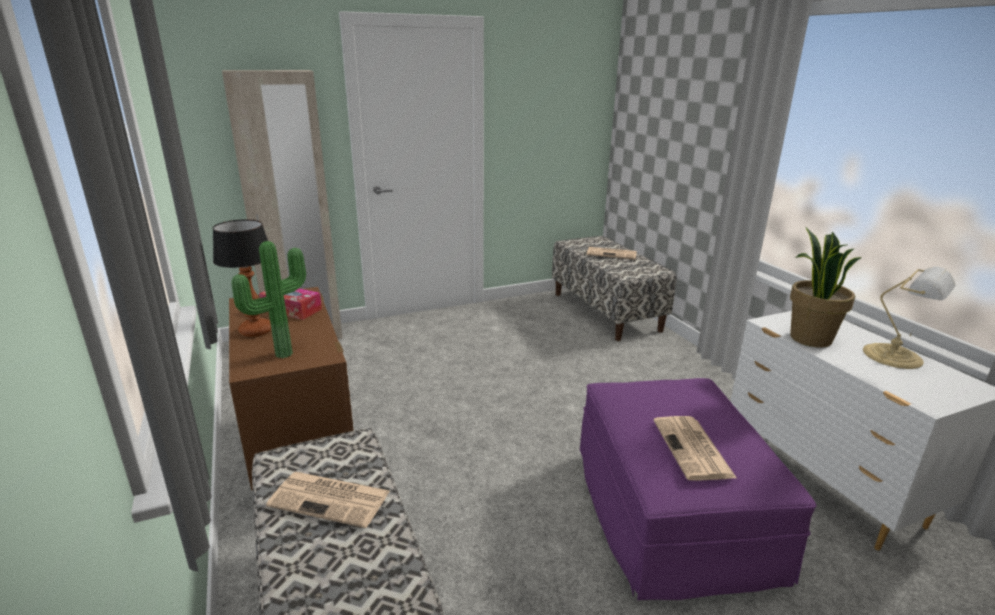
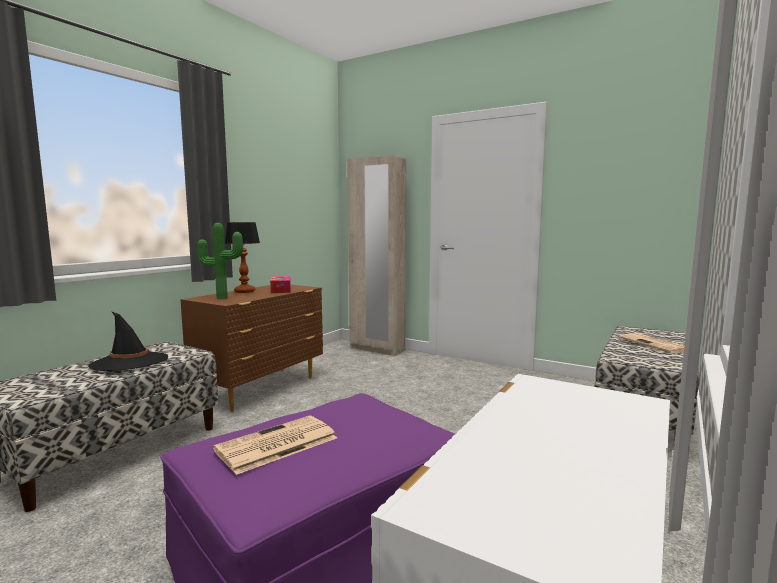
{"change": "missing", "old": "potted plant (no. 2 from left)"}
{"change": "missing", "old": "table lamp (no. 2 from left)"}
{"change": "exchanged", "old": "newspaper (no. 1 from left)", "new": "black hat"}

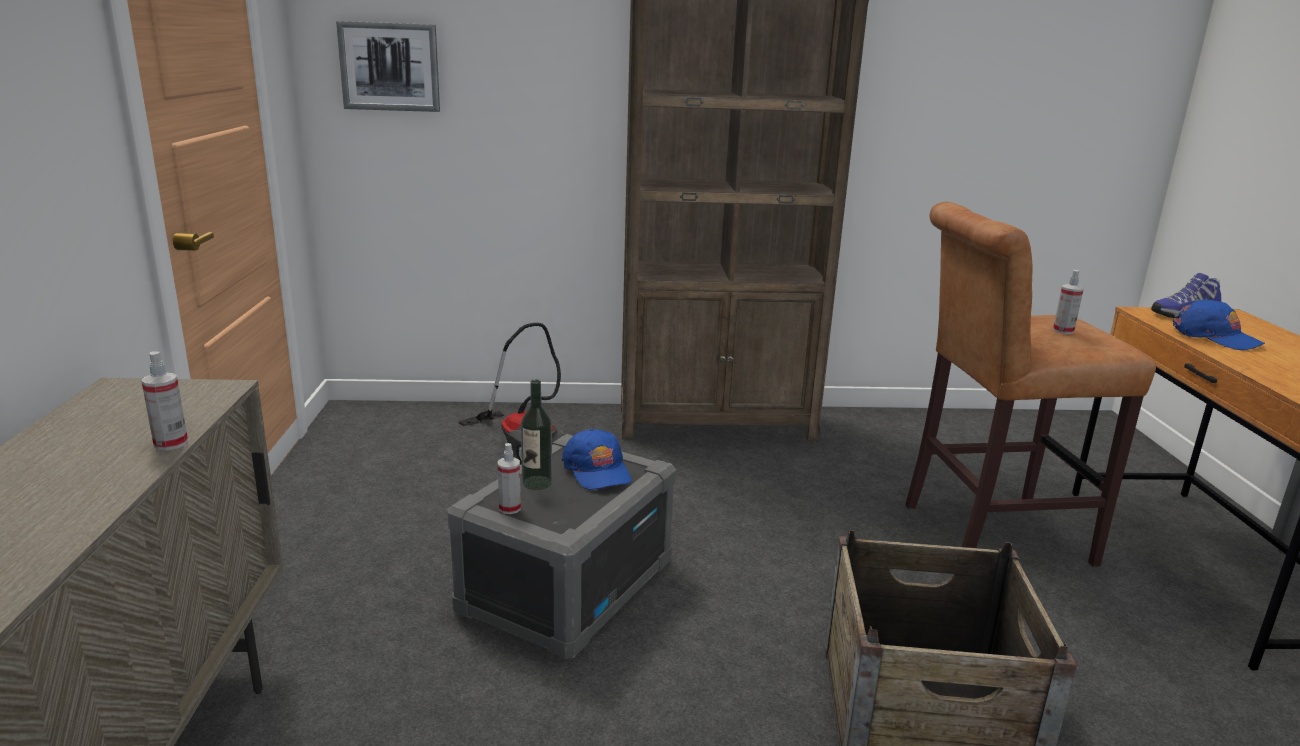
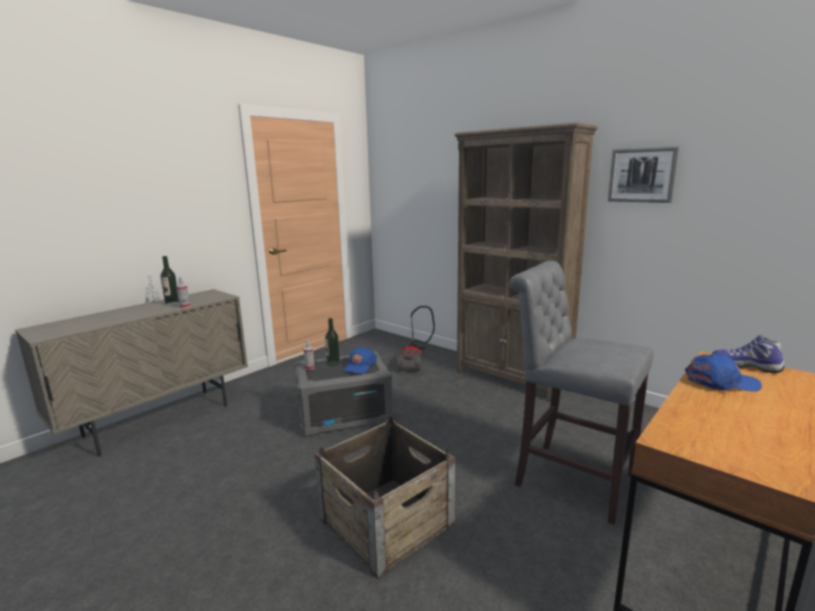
{"change": "relocated", "old": "picture"}
{"change": "colour", "old": "brown stool", "new": "grey stool"}
{"change": "missing", "old": "spray bottle (no. 3 from left)"}
{"change": "spun", "old": "blue cap (no. 2 from left)", "degrees": -90}
{"change": "appeared", "new": "bottle (no. 1 from left)"}

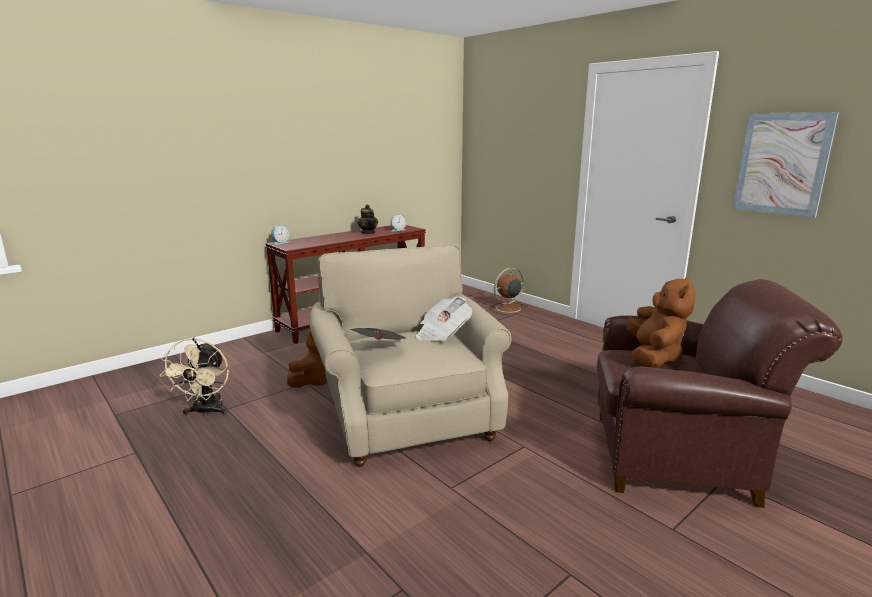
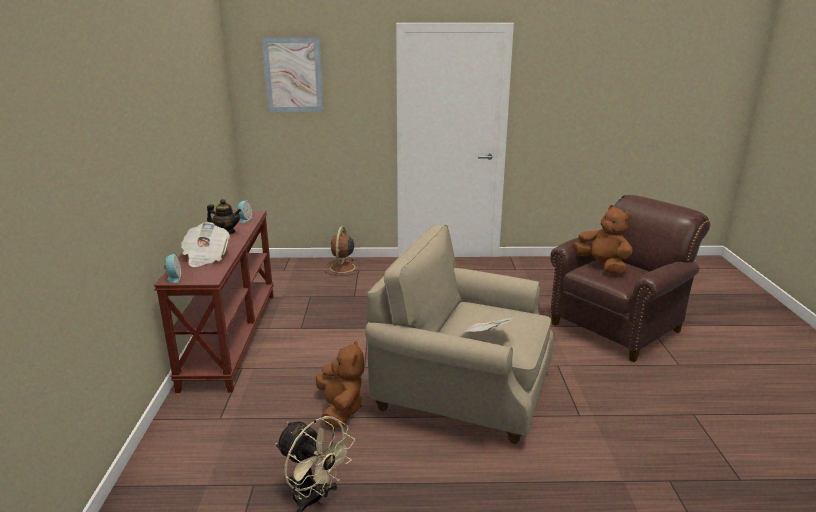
{"change": "relocated", "old": "picture"}
{"change": "relocated", "old": "newspaper (no. 2 from left in the first image)", "new": "newspaper (no. 1 from left)"}

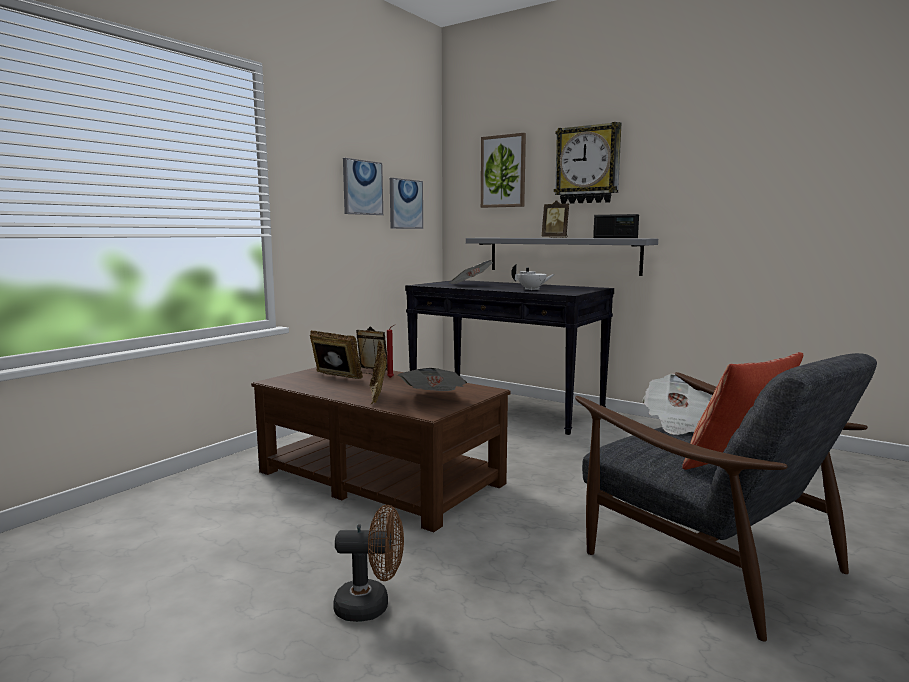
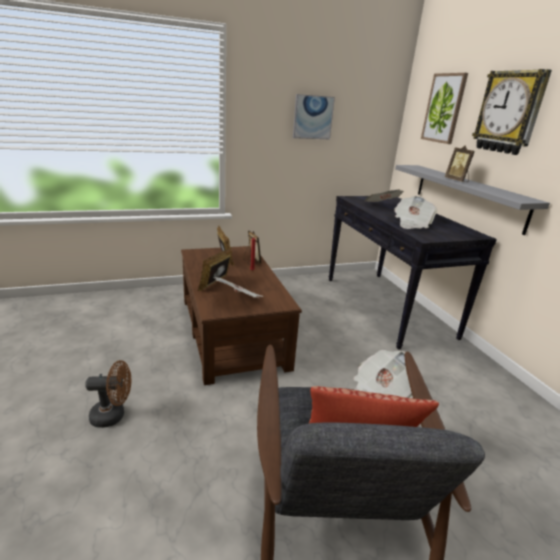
{"change": "missing", "old": "picture (no. 2 from left)"}
{"change": "missing", "old": "radio"}
{"change": "exchanged", "old": "white teapot", "new": "newspaper (no. 4 from left)"}
{"change": "spun", "old": "brown fan", "degrees": -45}

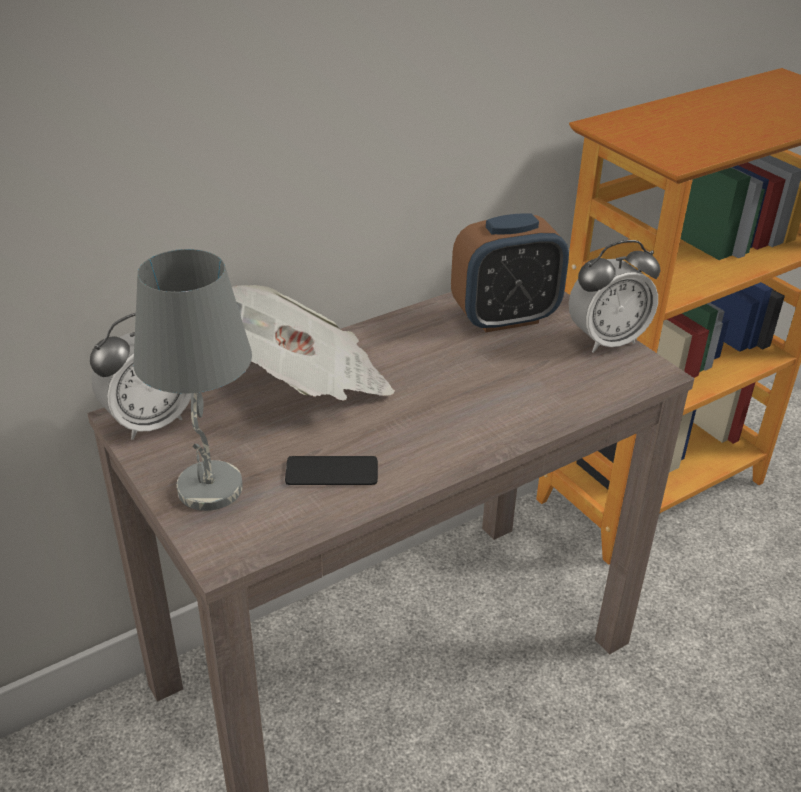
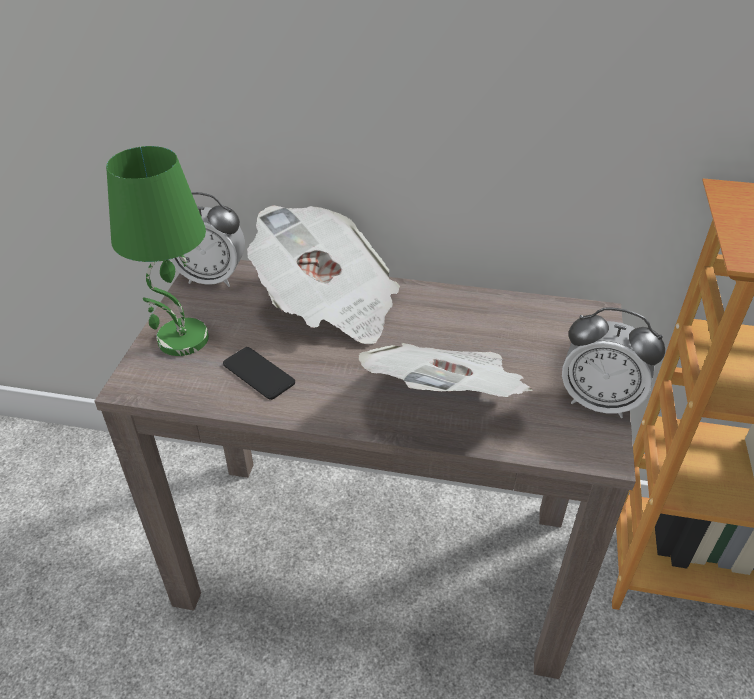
{"change": "missing", "old": "alarm clock (no. 2 from left)"}
{"change": "colour", "old": "grey table lamp", "new": "green table lamp"}
{"change": "appeared", "new": "newspaper (no. 2 from left)"}

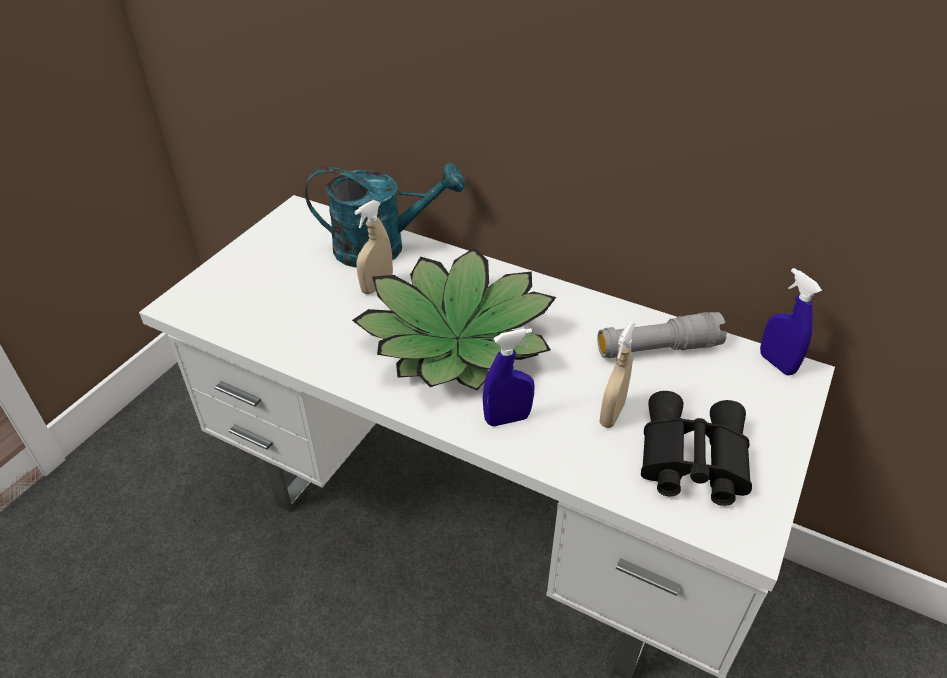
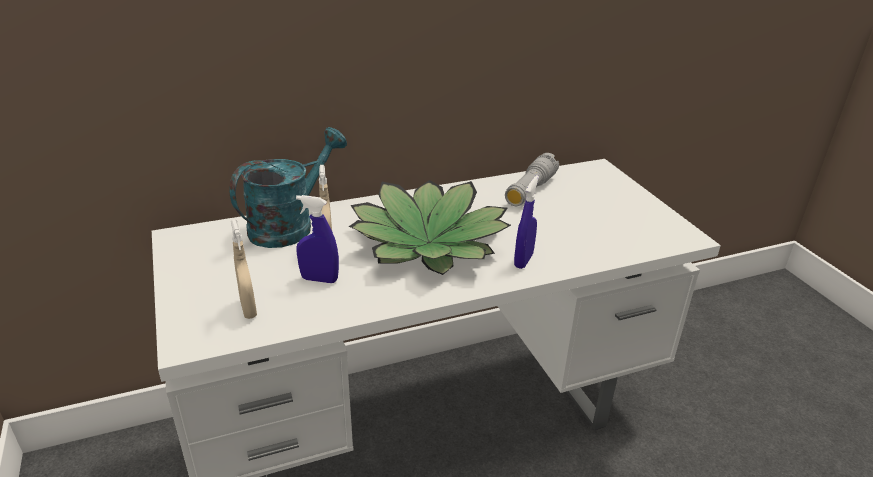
{"change": "relocated", "old": "blue spray bottle (no. 2 from left in the first image)", "new": "blue spray bottle (no. 1 from left)"}
{"change": "relocated", "old": "beige spray bottle (no. 2 from left in the first image)", "new": "beige spray bottle (no. 1 from left)"}
{"change": "missing", "old": "black binoculars"}

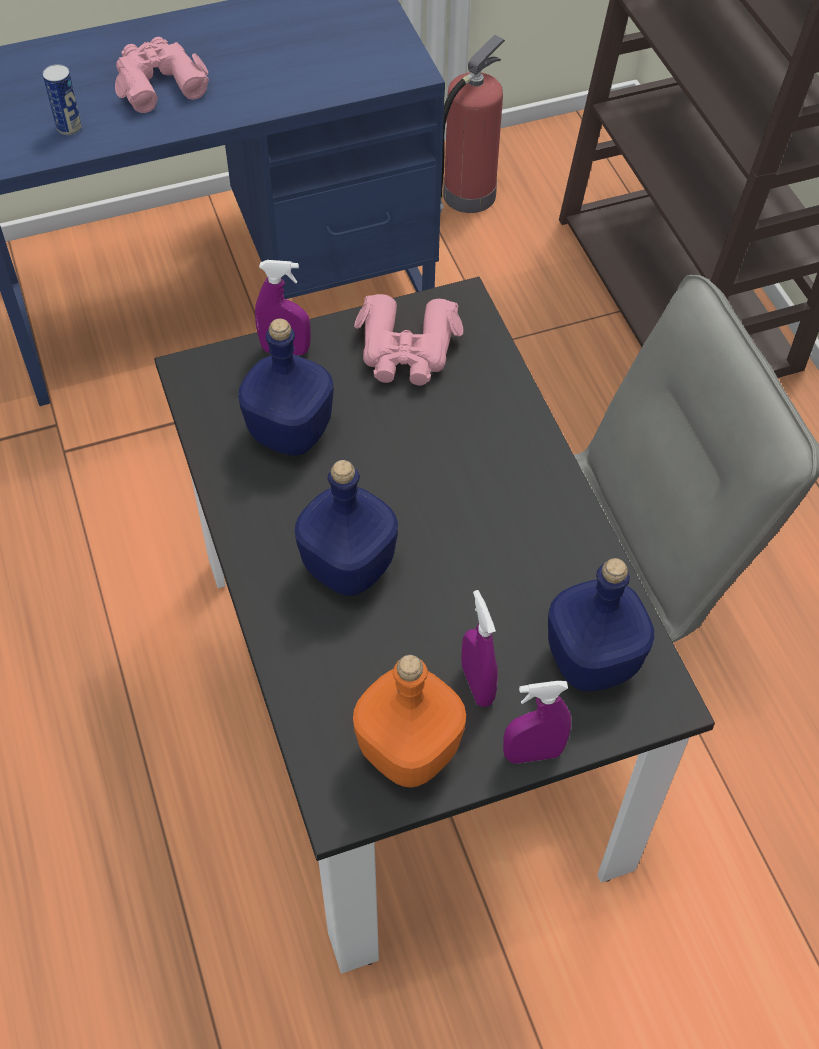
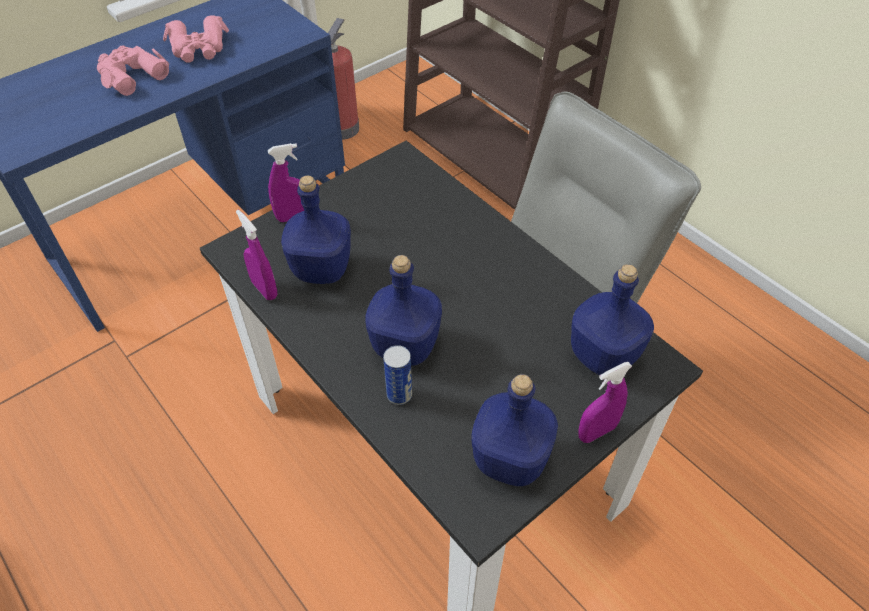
{"change": "relocated", "old": "can"}
{"change": "relocated", "old": "pink binoculars (no. 2 from left)"}
{"change": "relocated", "old": "purple spray bottle (no. 2 from left in the first image)", "new": "purple spray bottle (no. 1 from left)"}
{"change": "colour", "old": "orange bottle", "new": "blue bottle (no. 3 from left)"}

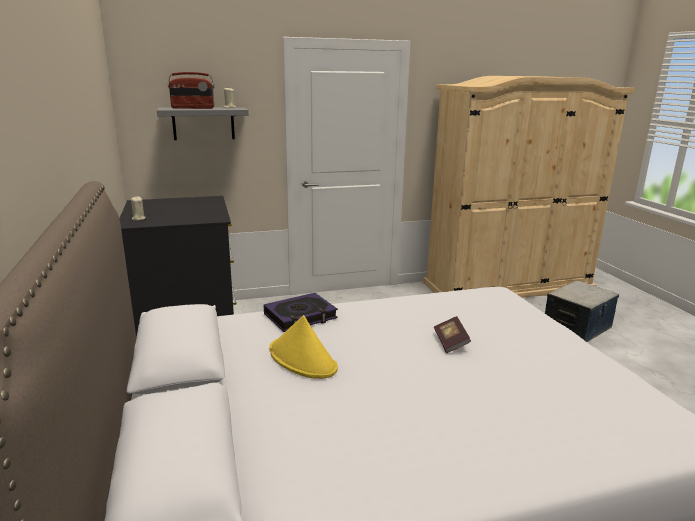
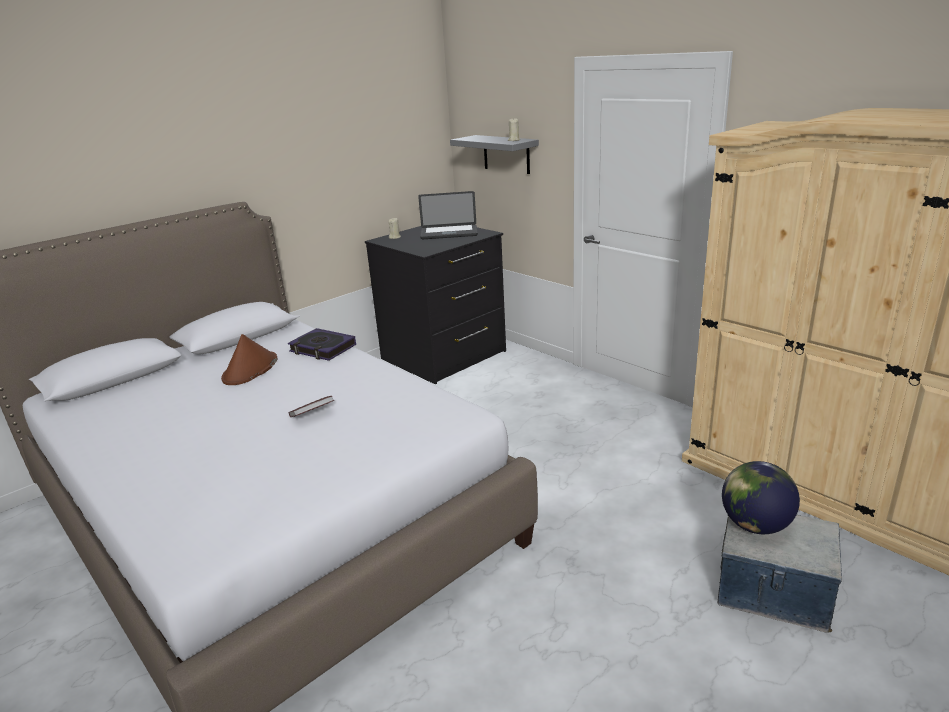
{"change": "missing", "old": "radio"}
{"change": "colour", "old": "yellow hat", "new": "brown hat"}
{"change": "appeared", "new": "laptop"}
{"change": "appeared", "new": "globe"}

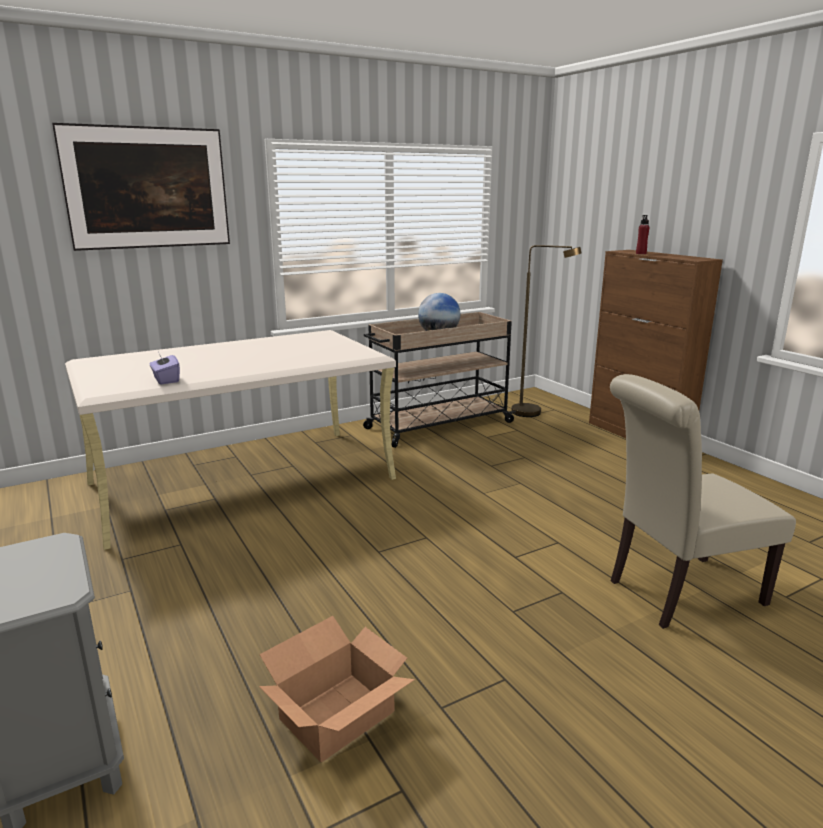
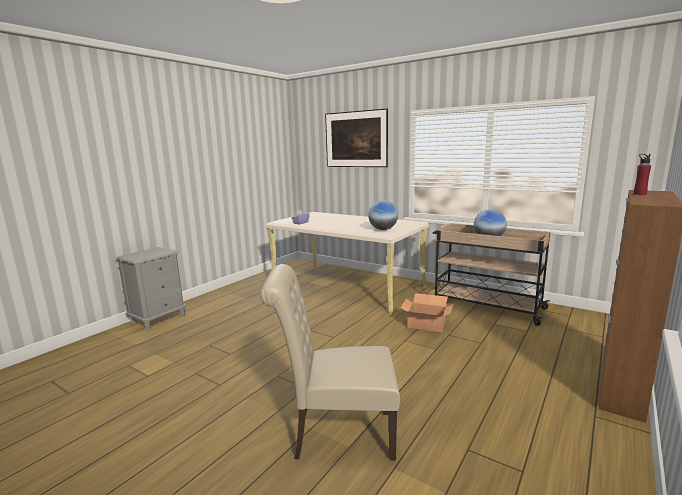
{"change": "missing", "old": "brown floor lamp"}
{"change": "spun", "old": "beige chair", "degrees": -45}
{"change": "relocated", "old": "cardboard box"}
{"change": "appeared", "new": "globe (no. 1 from left)"}

